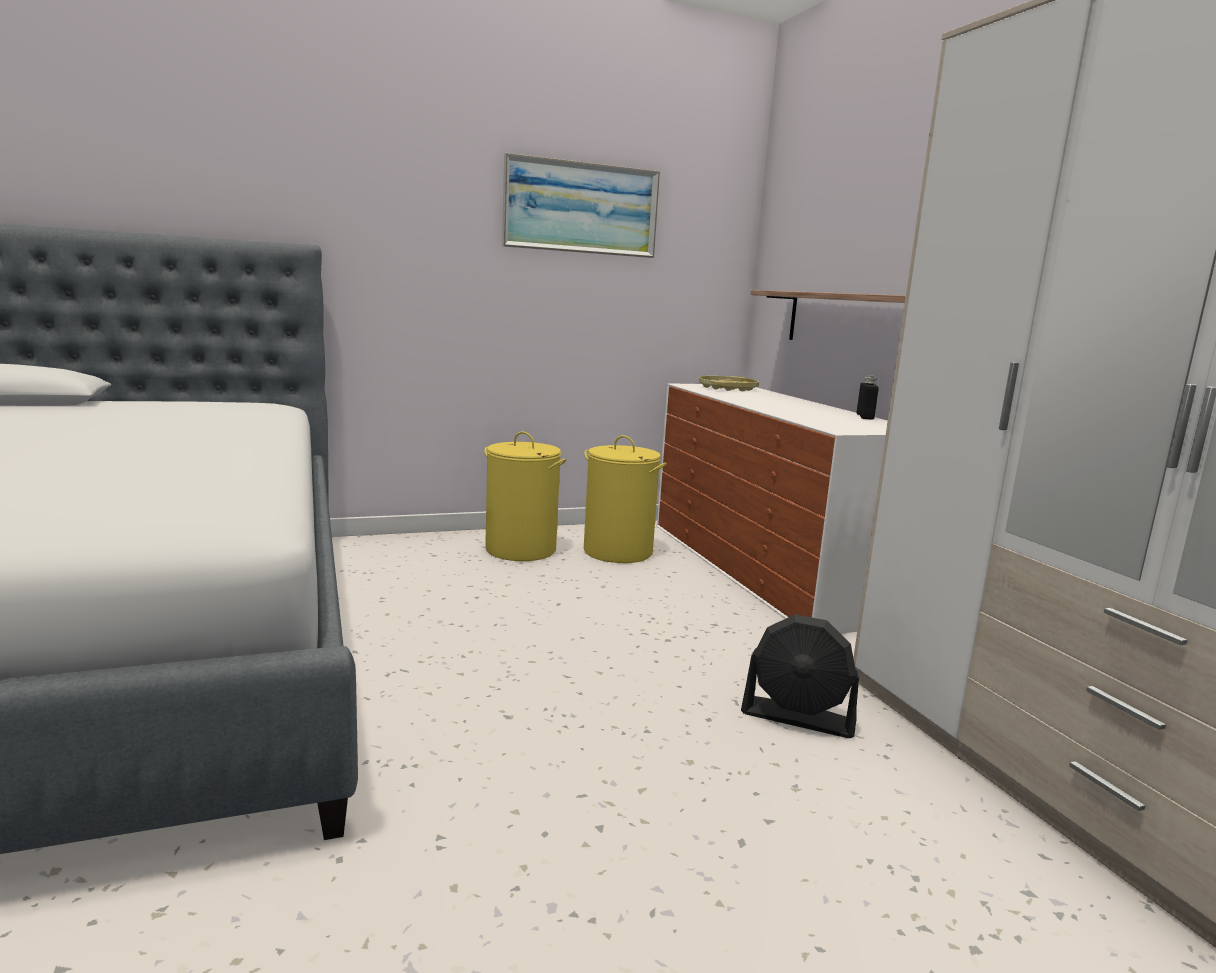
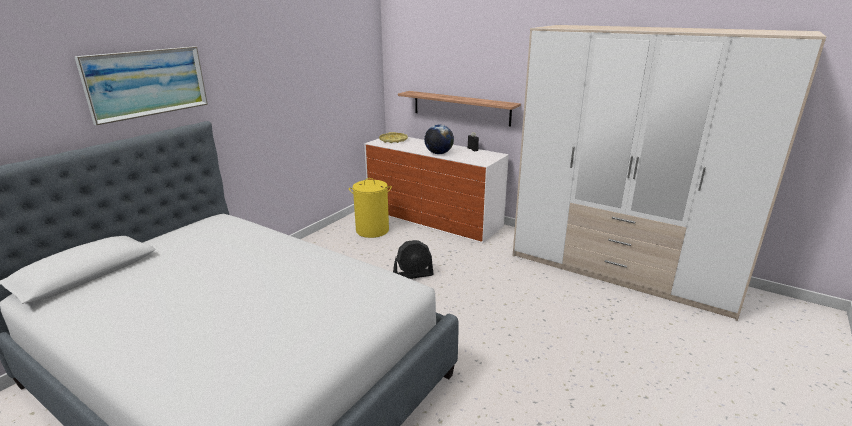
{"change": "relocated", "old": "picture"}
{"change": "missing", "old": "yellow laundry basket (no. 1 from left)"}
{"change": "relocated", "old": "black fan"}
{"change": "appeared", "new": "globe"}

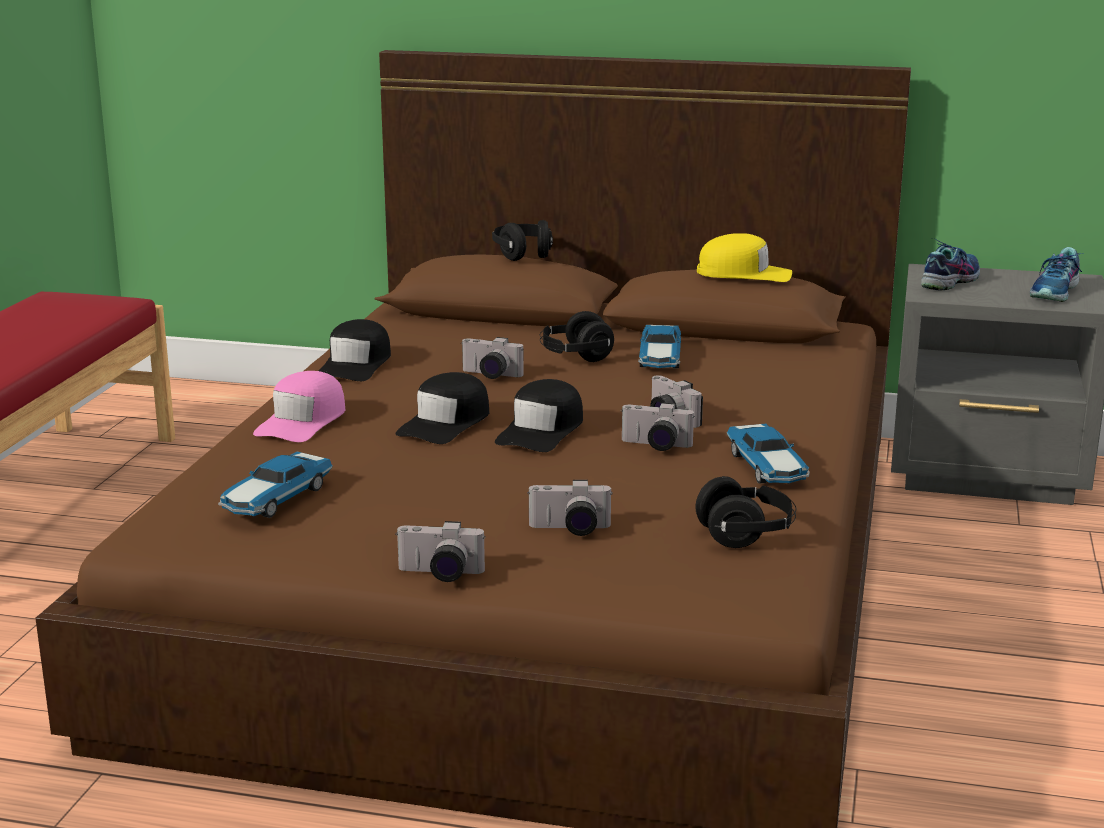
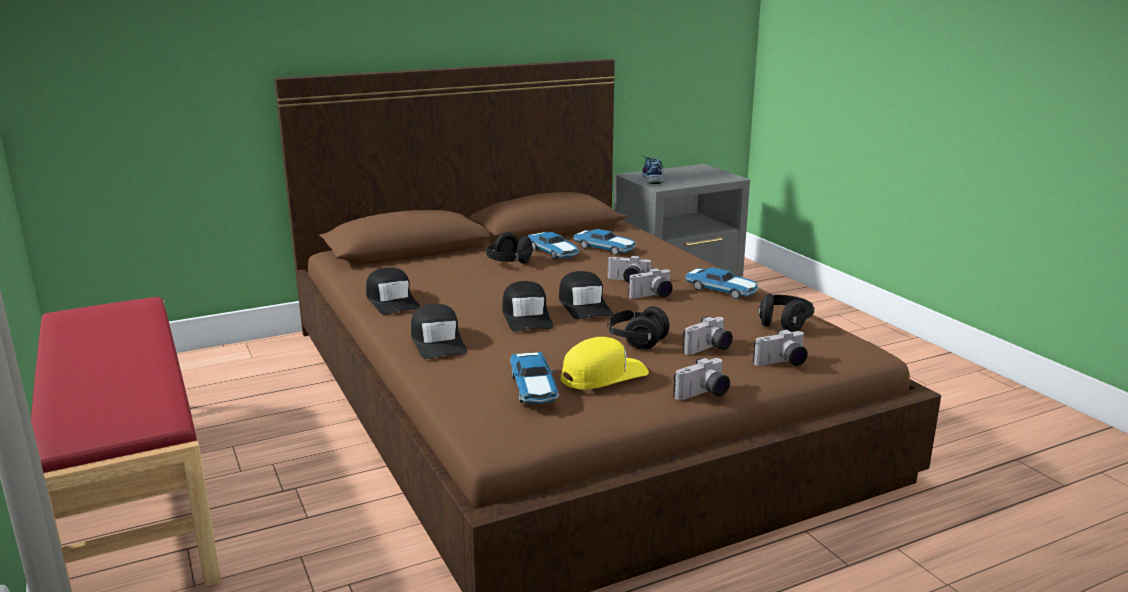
{"change": "relocated", "old": "black headphones (no. 1 from left in the first image)", "new": "black headphones (no. 2 from left)"}
{"change": "relocated", "old": "yellow cap"}
{"change": "missing", "old": "shoe (no. 2 from left)"}
{"change": "relocated", "old": "photo camera (no. 2 from left in the first image)", "new": "photo camera (no. 5 from left)"}
{"change": "colour", "old": "pink cap", "new": "black cap (no. 2 from left)"}
{"change": "appeared", "new": "toy car (no. 3 from left)"}

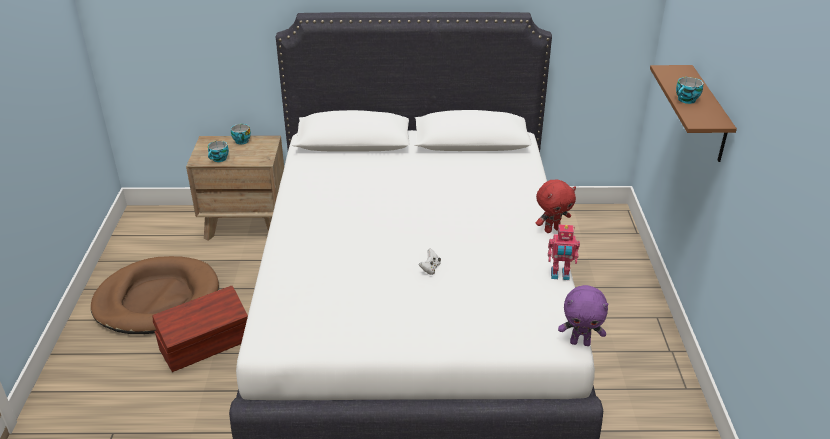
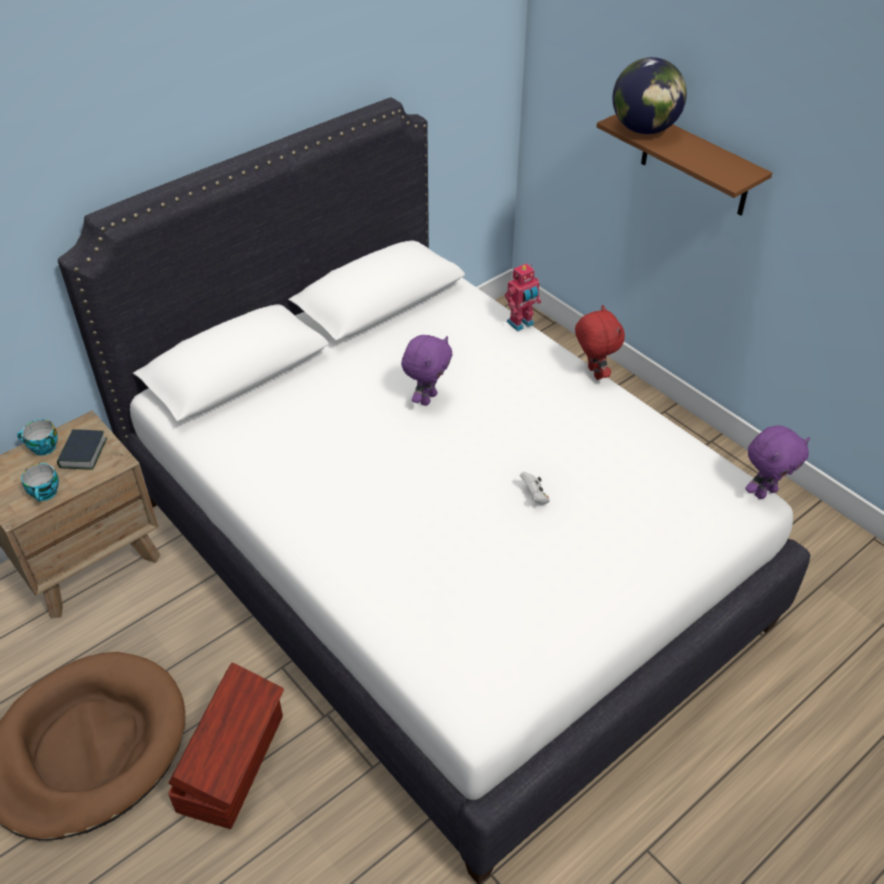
{"change": "missing", "old": "cup (no. 3 from left)"}
{"change": "spun", "old": "red plush toy", "degrees": -45}
{"change": "relocated", "old": "toy robot"}
{"change": "appeared", "new": "globe"}
{"change": "appeared", "new": "purple plush toy (no. 1 from left)"}
{"change": "appeared", "new": "book"}

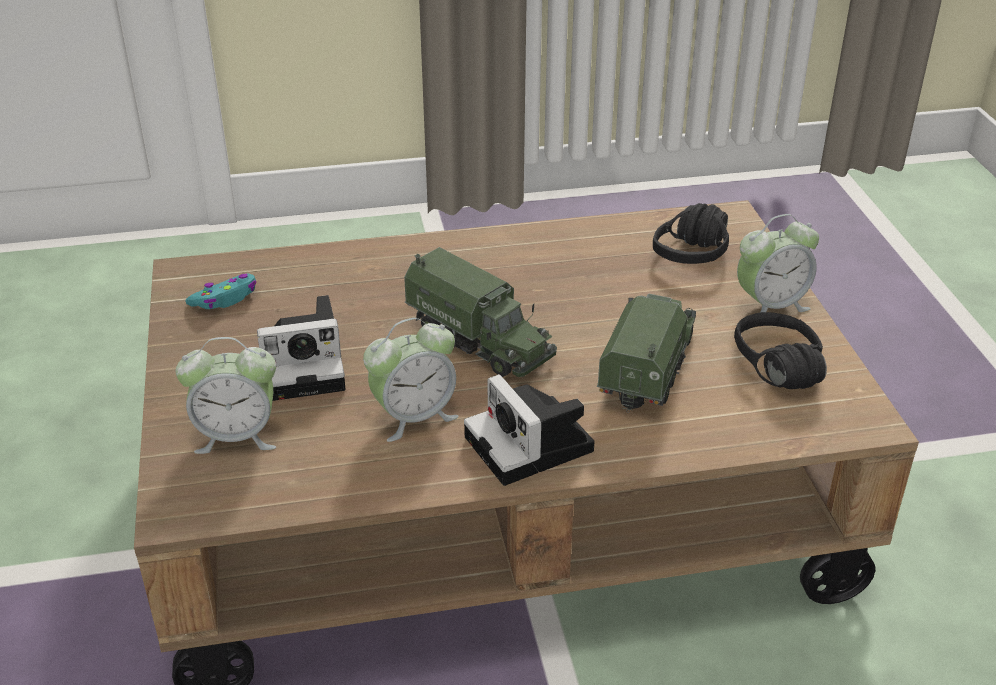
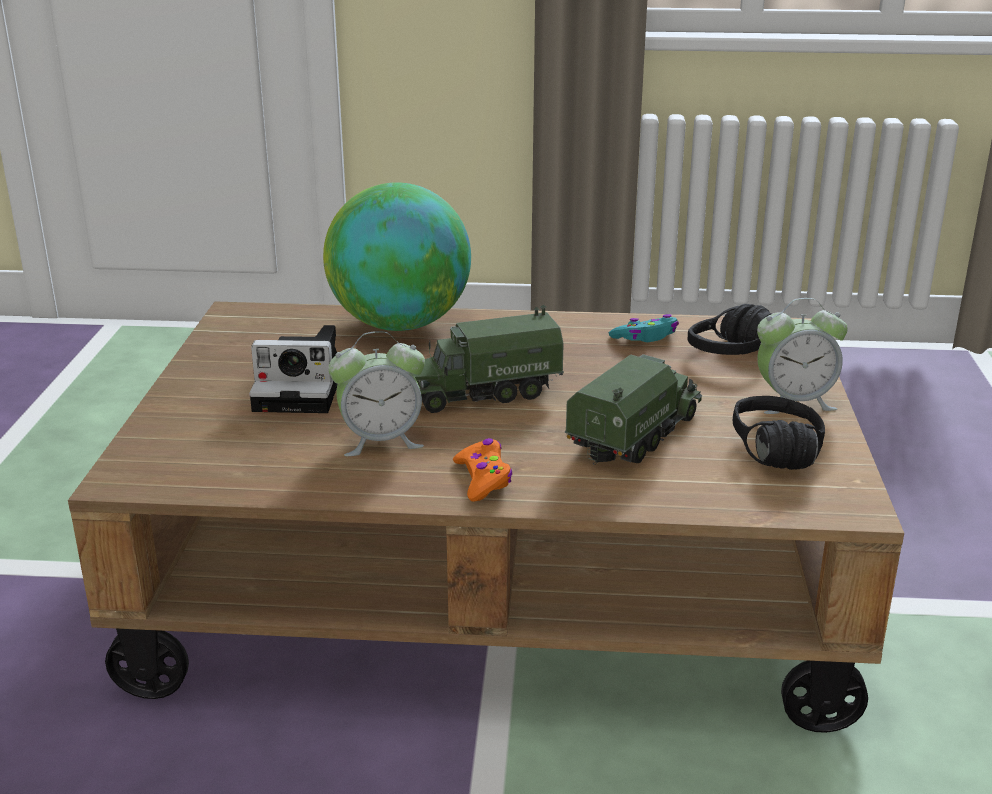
{"change": "spun", "old": "toy truck (no. 1 from left)", "degrees": 105}
{"change": "relocated", "old": "turquoise game controller"}
{"change": "missing", "old": "alarm clock (no. 1 from left)"}
{"change": "exchanged", "old": "photo camera (no. 2 from left)", "new": "orange game controller"}
{"change": "appeared", "new": "globe"}

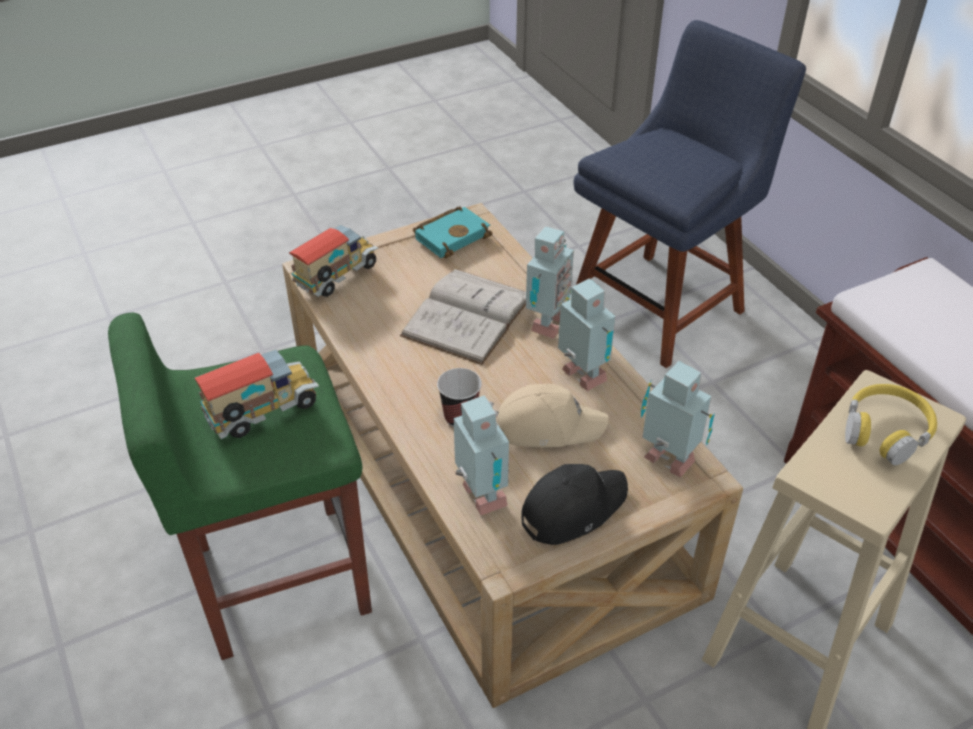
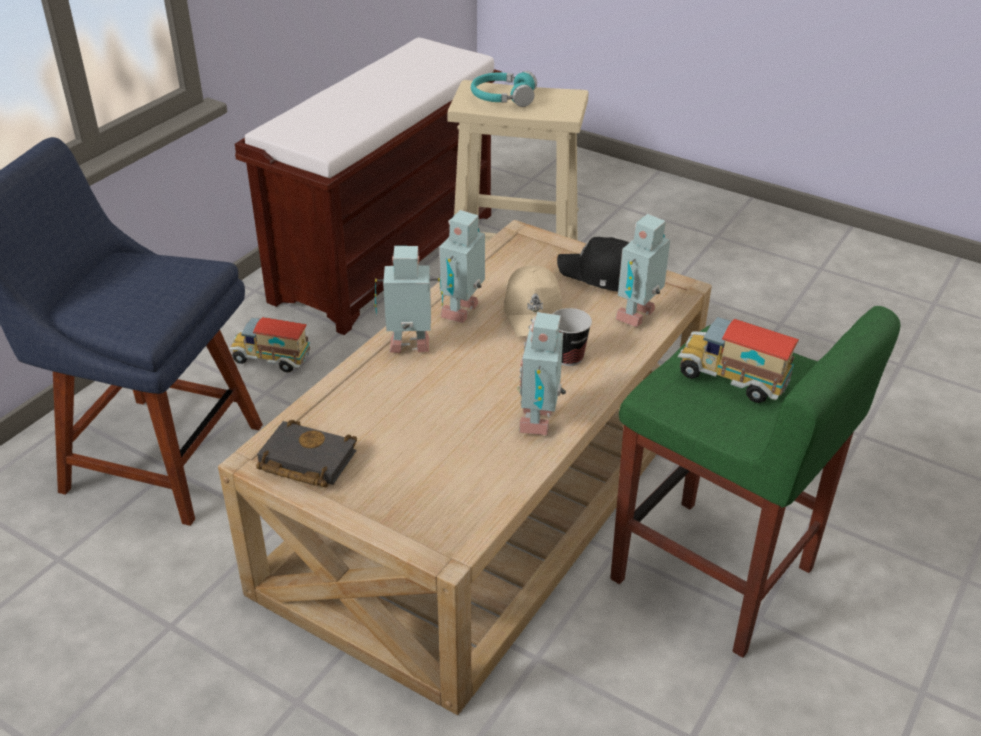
{"change": "colour", "old": "turquoise book", "new": "black book"}
{"change": "relocated", "old": "toy truck (no. 2 from left in the first image)", "new": "toy truck (no. 1 from left)"}
{"change": "missing", "old": "white book"}
{"change": "relocated", "old": "toy robot (no. 4 from left in the first image)", "new": "toy robot (no. 3 from left)"}
{"change": "spun", "old": "beige cap", "degrees": -150}
{"change": "colour", "old": "yellow headphones", "new": "turquoise headphones"}

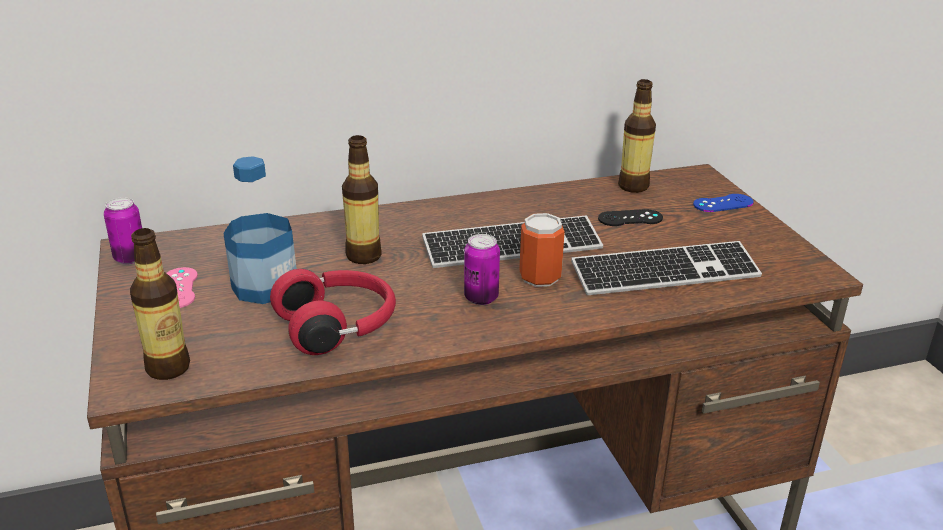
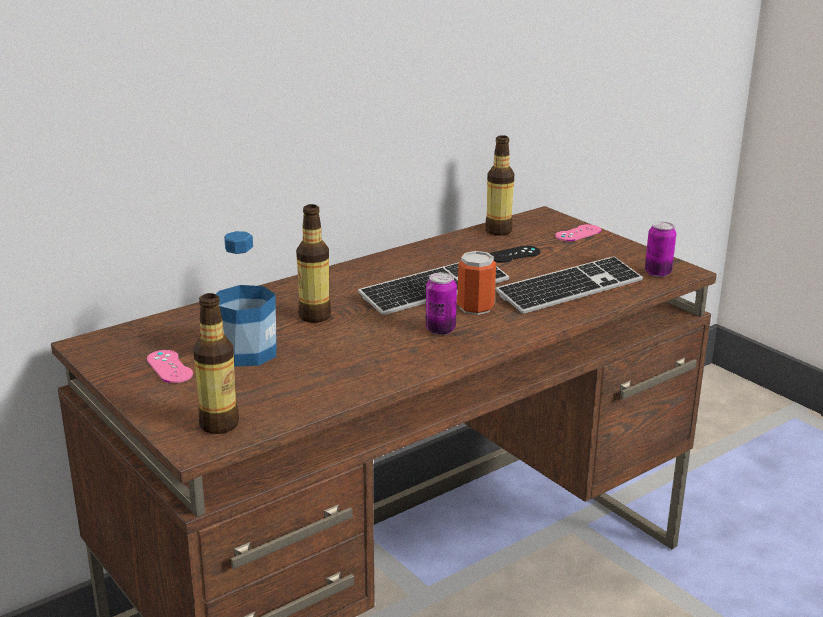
{"change": "colour", "old": "blue game controller", "new": "pink game controller (no. 2 from left)"}
{"change": "relocated", "old": "can (no. 1 from left in the first image)", "new": "can (no. 3 from left)"}
{"change": "missing", "old": "red headphones"}

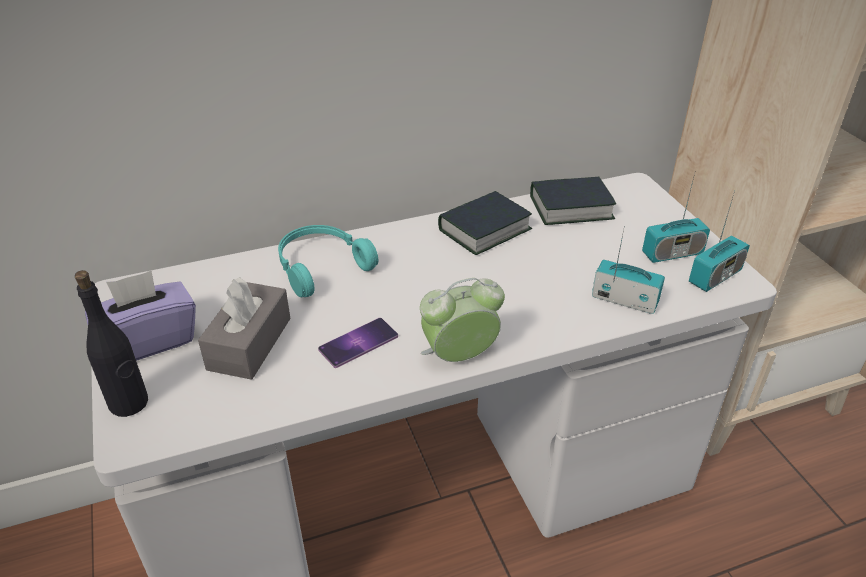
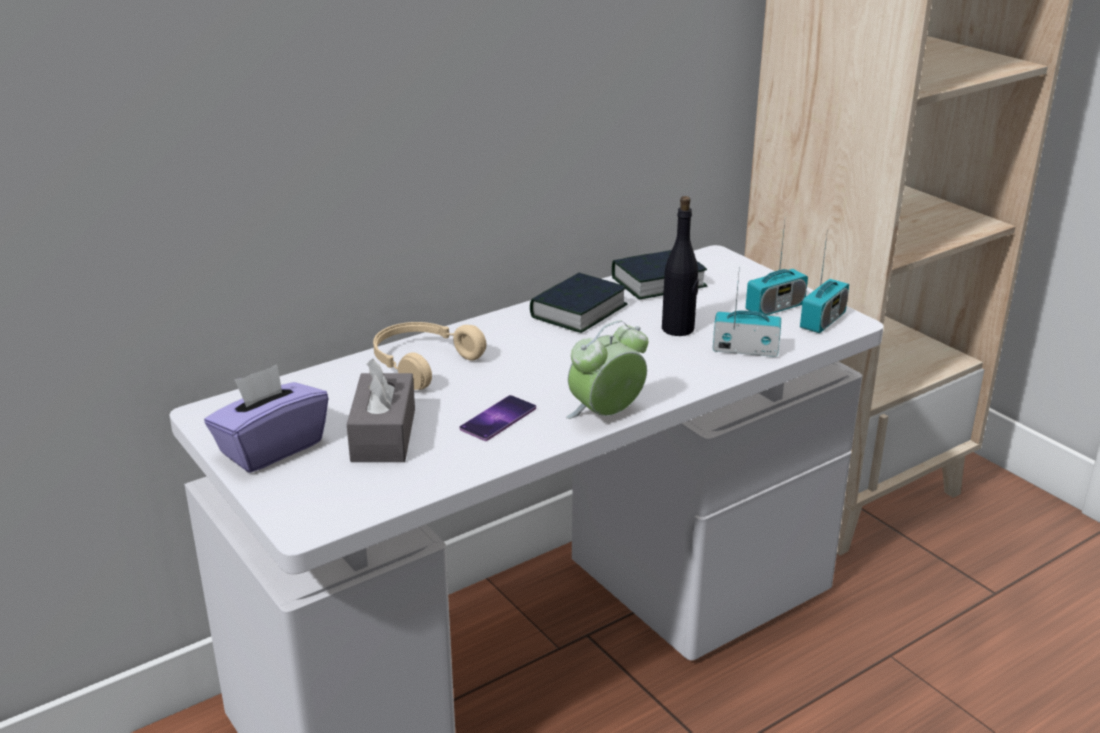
{"change": "colour", "old": "turquoise headphones", "new": "beige headphones"}
{"change": "relocated", "old": "black bottle"}

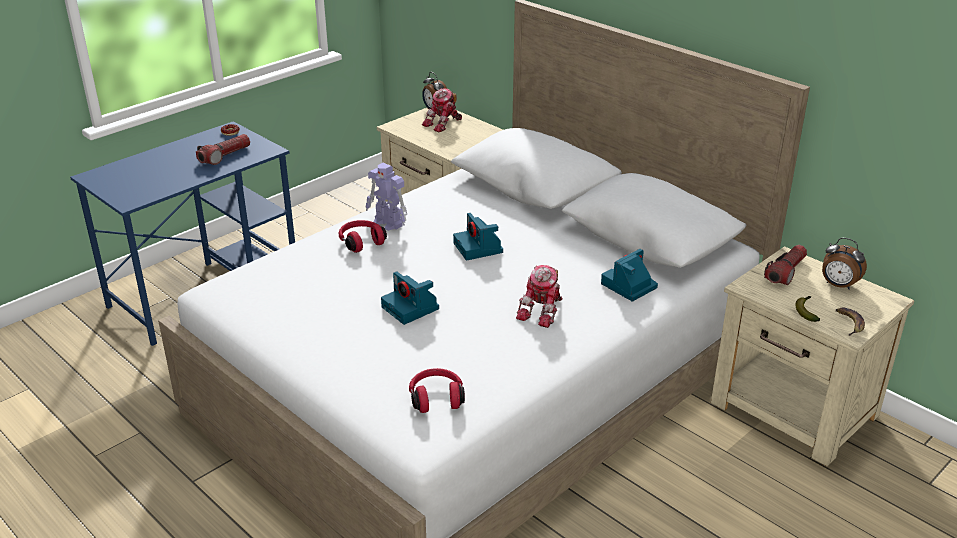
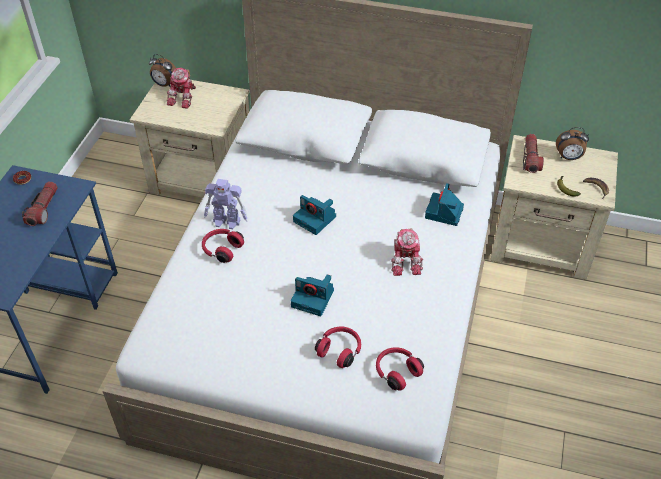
{"change": "appeared", "new": "red headphones (no. 2 from left)"}

